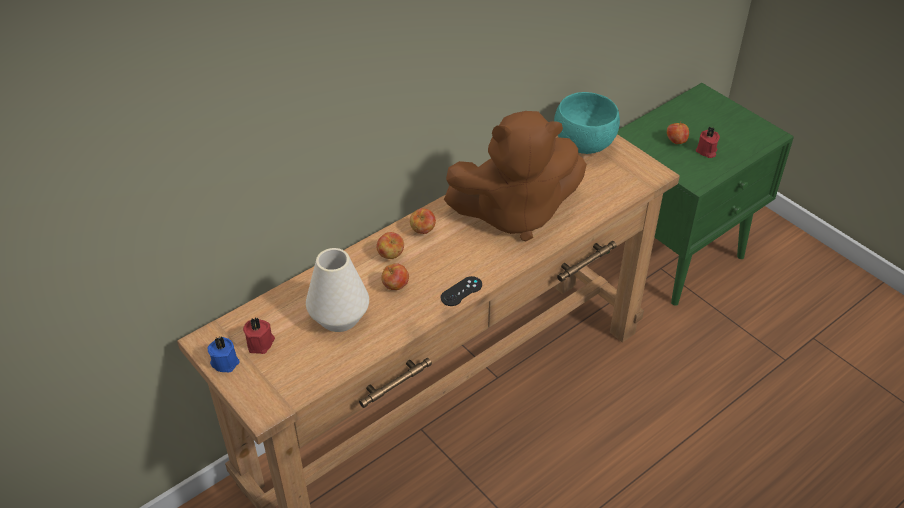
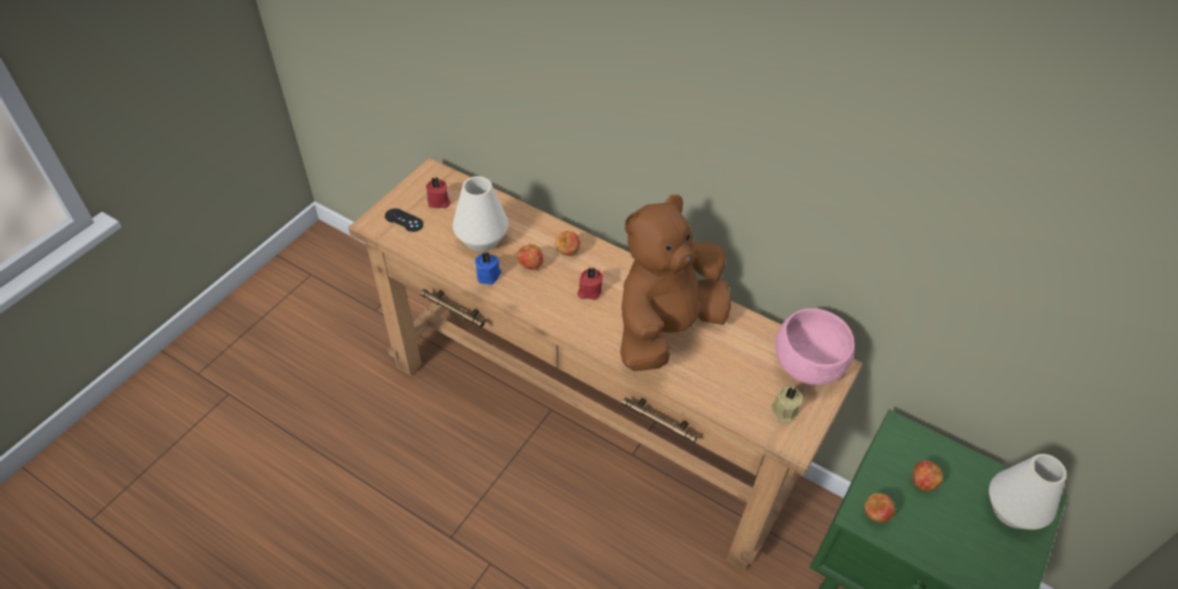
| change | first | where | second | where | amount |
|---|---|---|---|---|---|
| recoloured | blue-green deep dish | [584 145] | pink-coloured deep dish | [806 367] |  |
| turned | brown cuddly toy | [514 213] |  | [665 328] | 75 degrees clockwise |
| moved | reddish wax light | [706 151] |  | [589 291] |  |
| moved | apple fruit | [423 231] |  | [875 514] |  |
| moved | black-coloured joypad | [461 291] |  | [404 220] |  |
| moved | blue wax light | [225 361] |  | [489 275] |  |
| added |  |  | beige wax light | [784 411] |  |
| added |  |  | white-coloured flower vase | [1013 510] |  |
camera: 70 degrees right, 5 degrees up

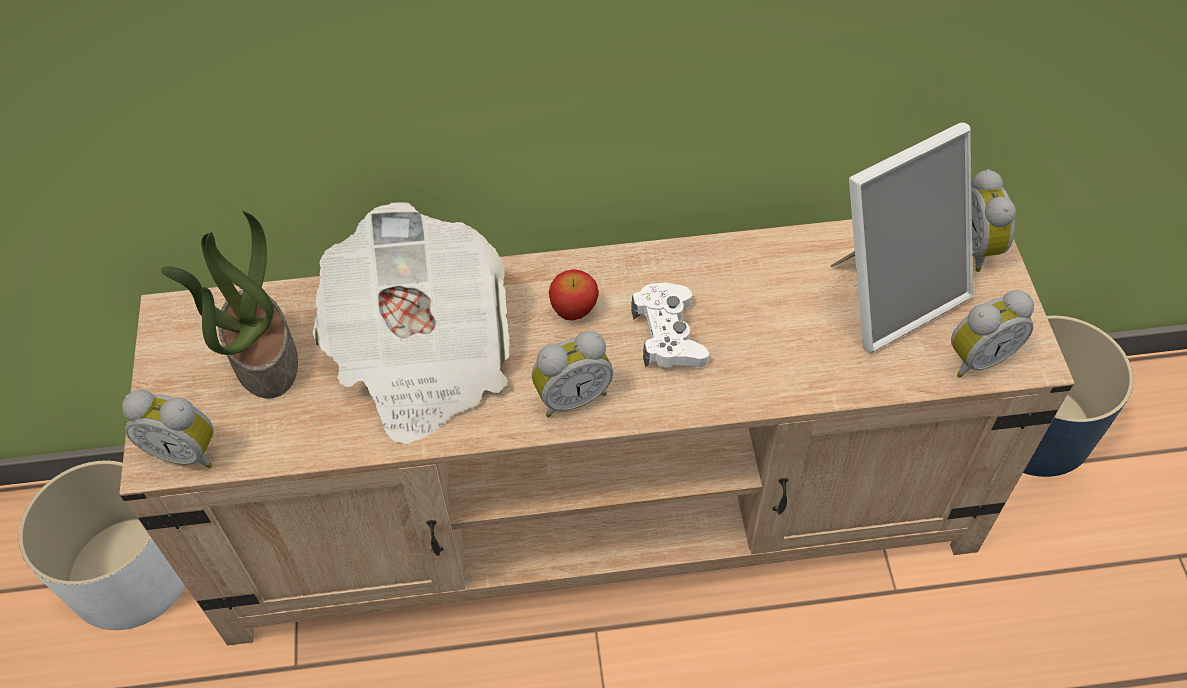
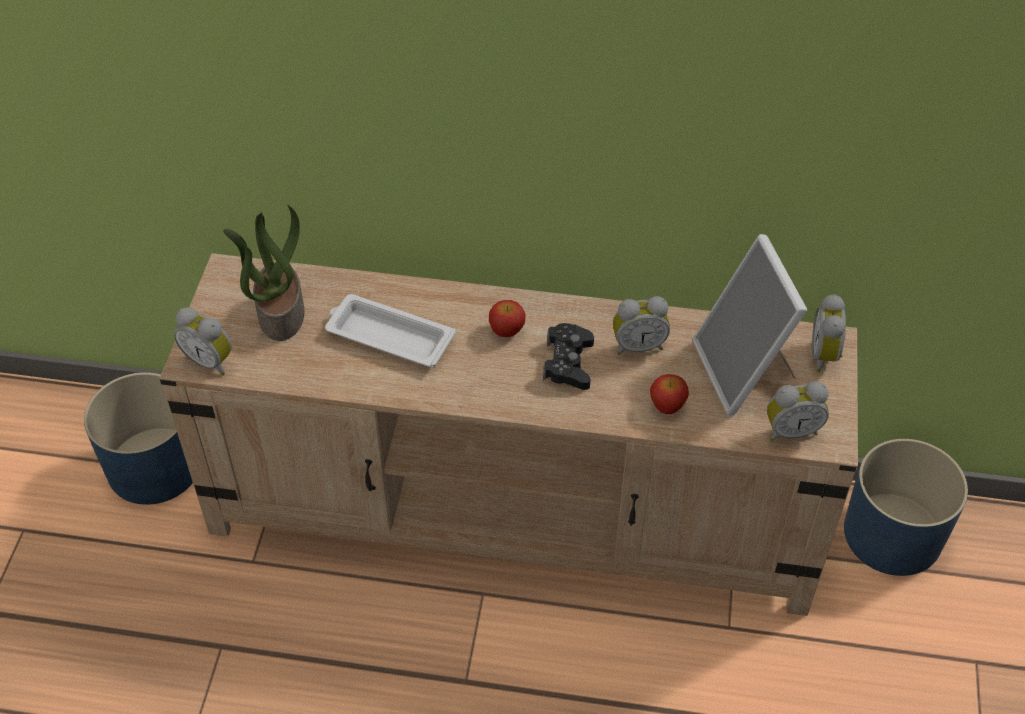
| change | first | where | second | where | amount |
|---|---|---|---|---|---|
| turned | standing frame | [890 293] |  | [744 372] | 90 degrees clockwise |
| replaced | daily paper | [420 355] | white-coloured carrying tray | [388 336] |  |
| recoloured | white-coloured joypad | [668 335] | black-coloured joypad | [568 363] |  |
| moved | table clock | [571 396] |  | [638 345] |  |
| recoloured | white-coloured flower pot | [130 571] | blue flower pot | [155 465] |  |
| added |  |  | apple fruit | [667 405] |  |
camera: 15 degrees right, 5 degrees down

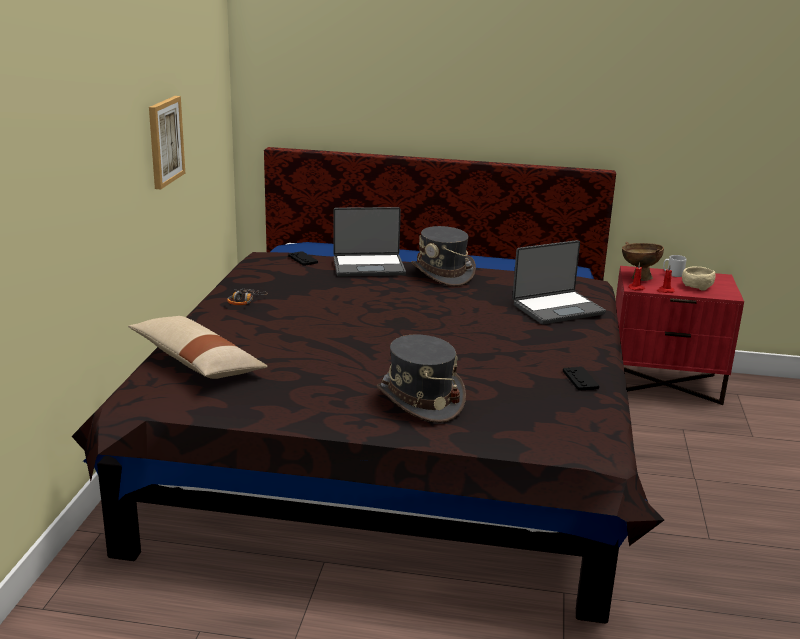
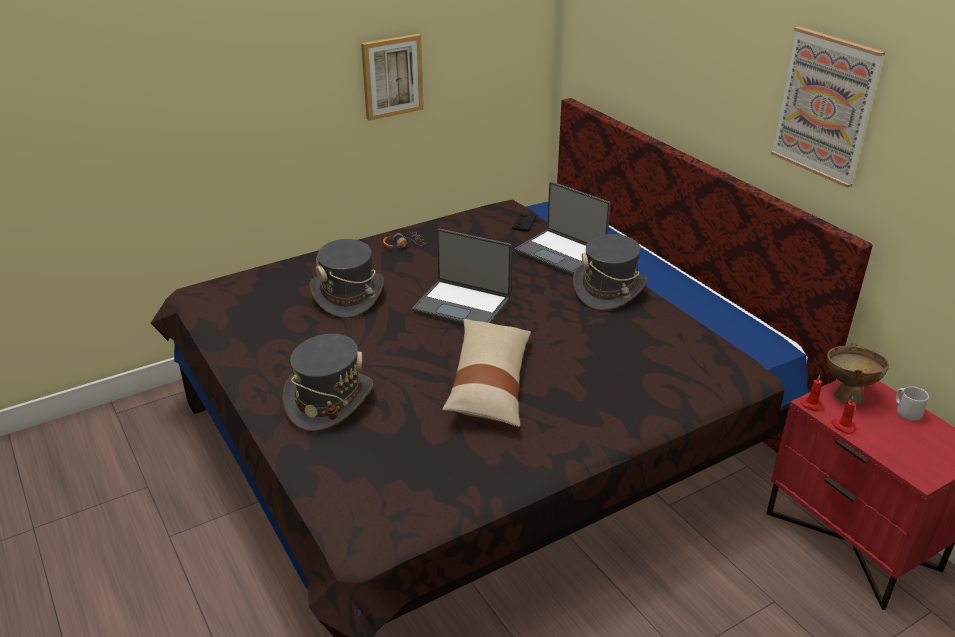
| change | first | where | second | where | amount |
|---|---|---|---|---|---|
| moved | laptop | [557 308] |  | [462 305] |  |
| removed | beige deep dish | [696 286] |  |  |  |
| moved | beige pillow | [196 362] |  | [489 384] |  |
| removed | black-coloured joypad | [580 379] |  |  |  |
| added |  |  | wall art | [825 106] |  |
| added |  |  | grey wearable hat | [348 296] |  |
camera: 50 degrees right, 10 degrees up

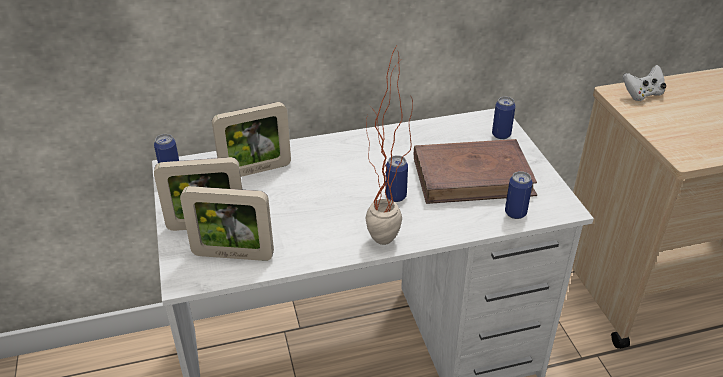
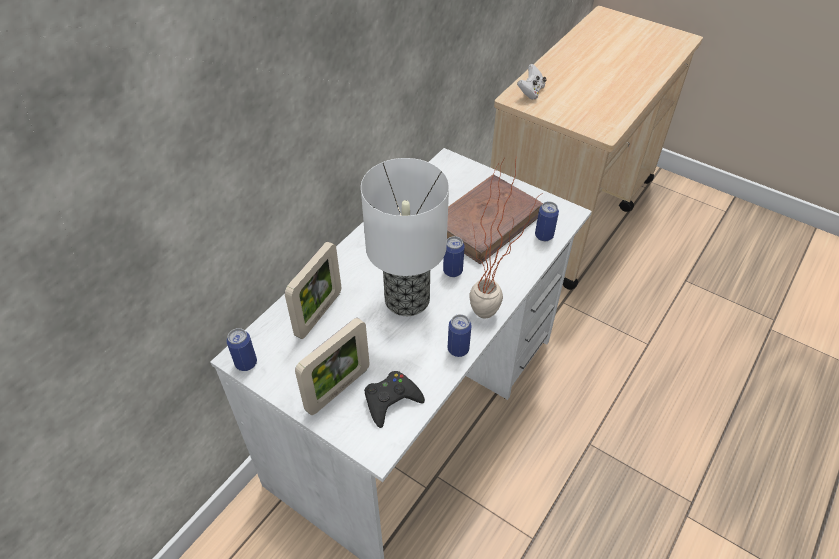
| change | first | where | second | where | amount |
|---|---|---|---|---|---|
| moved | can | [501 135] |  | [458 349] |  |
| replaced | standing frame | [233 255] | black-coloured joypad | [391 400] |  |
| added |  |  | lamp for a table | [408 300] |  |
camera: 40 degrees left, 10 degrees up

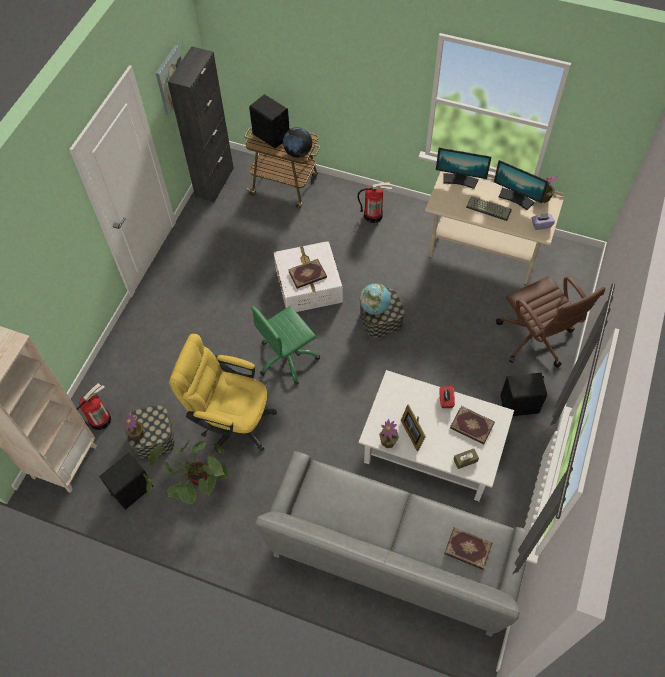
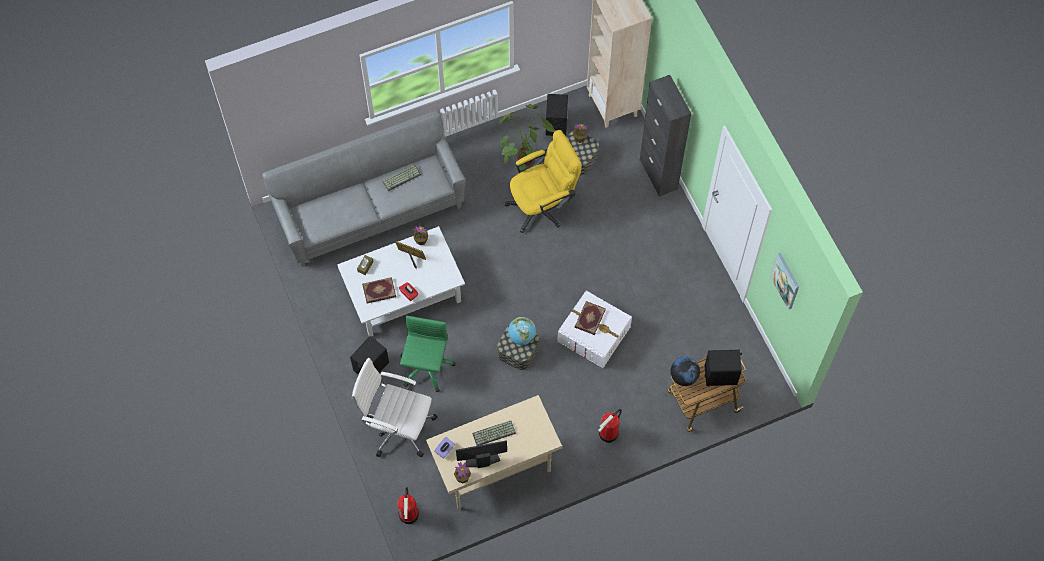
| change | first | where | second | where | amount |
|---|---|---|---|---|---|
| moved | black-coloured storage cabinet | [214 182] |  | [658 174] |  |
| removed | computer display | [460 180] |  |  |  |
| recoloured | brown computer chair | [535 339] | white-coloured computer chair | [398 426] |  |
| moved | green-coloured computer chair | [287 358] |  | [426 367] |  |
| moved | fire-fighting cylinder | [100 419] |  | [409 514] |  |
| removed | volume | [468 547] |  |  |  |
| added |  |  | keyboard | [401 177] |  |
camera: 135 degrees right, 5 degrees up

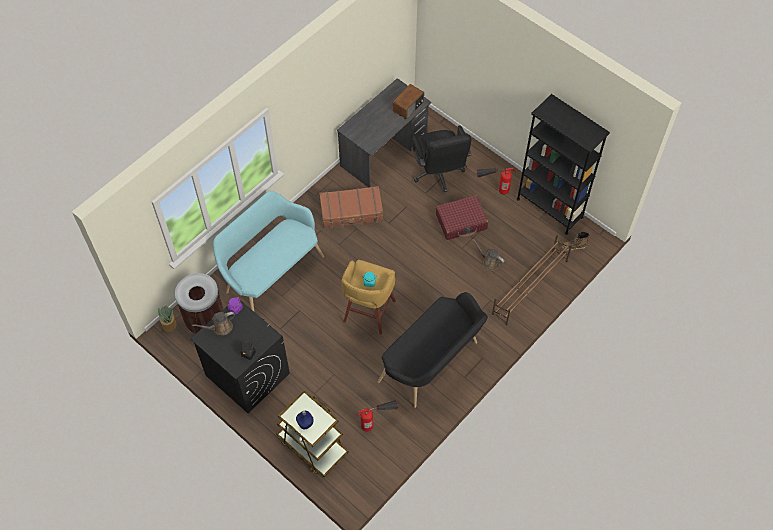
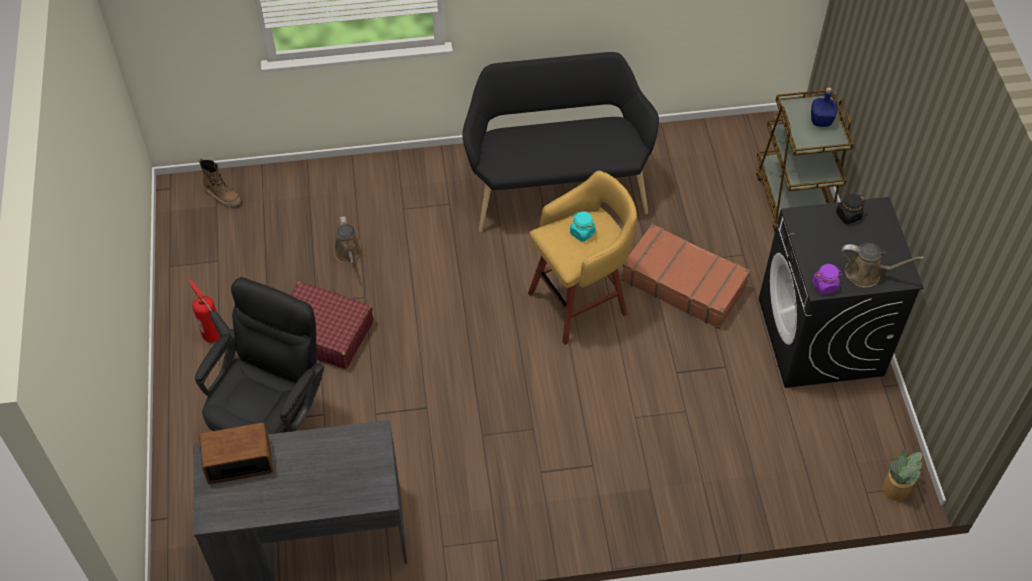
| change | first | where | second | where | amount |
|---|---|---|---|---|---|
| removed | black-coloured shelving unit | [549 208] |  |  |  |
| moved | brown suitcase | [351 211] |  | [683 283] |  |
| removed | blue-green long seat | [271 273] |  |  |  |
| removed | brown shoe rack | [529 287] |  |  |  |
| removed | brown trash can | [205 320] |  |  |  |
| removed | fire-fighting cylinder | [377 421] |  |  |  |
camera: 140 degrees left, 5 degrees down

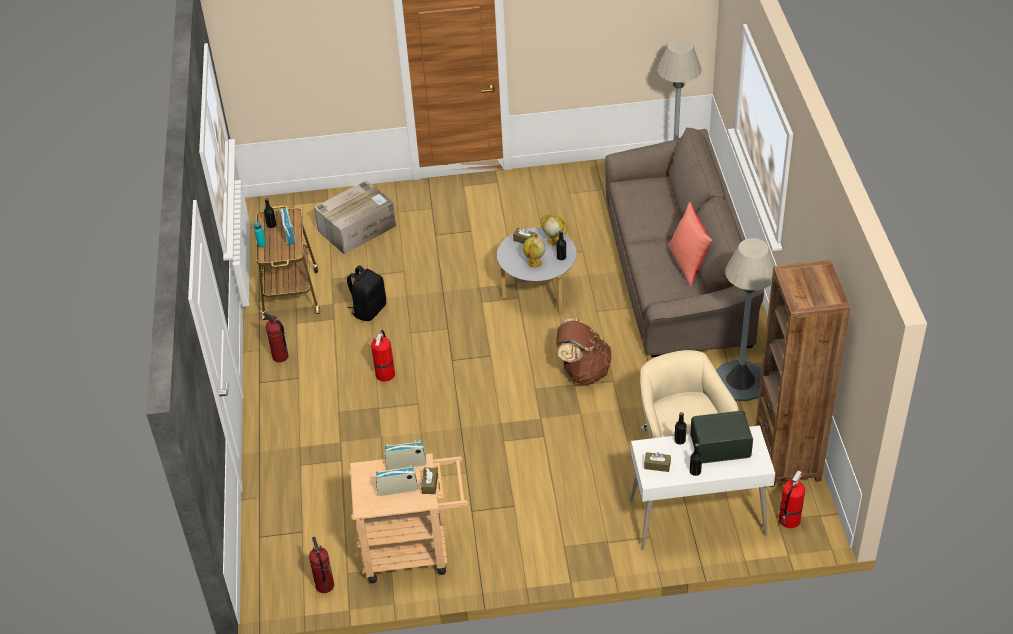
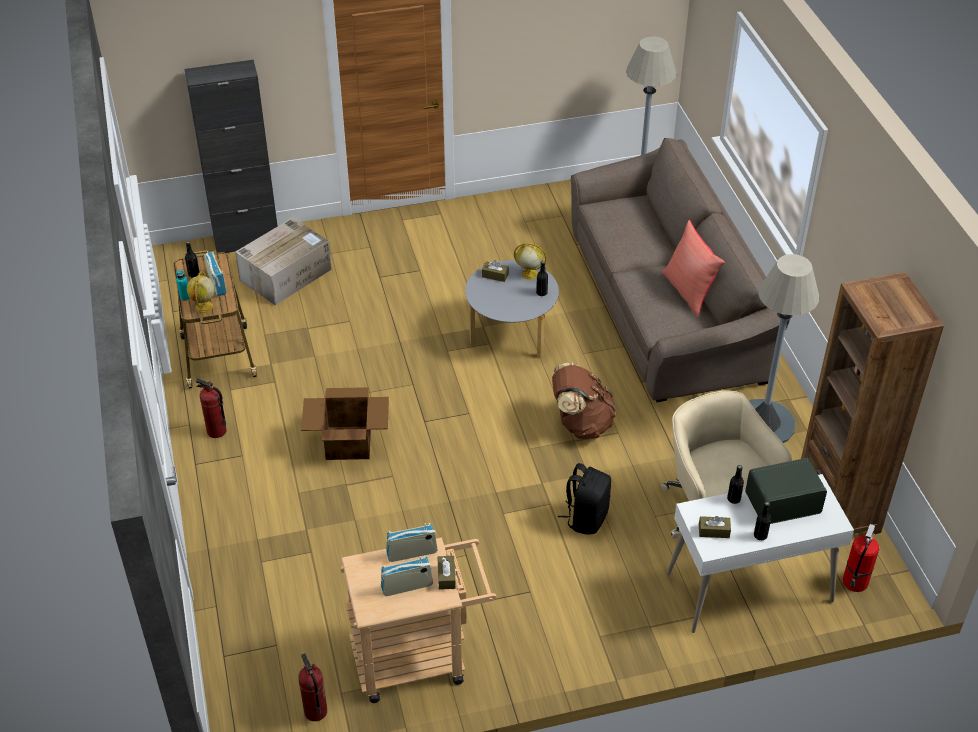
| change | first | where | second | where | amount |
|---|---|---|---|---|---|
| moved | world globe | [534 263] |  | [204 307] |  |
| moved | black-coloured rucksack | [368 310] |  | [586 518] |  |
| replaced | fire-fighting cylinder | [385 373] | cardboard box | [347 442] |  |
| added |  |  | black-coloured storage cabinet | [246 241] |  |
camera: 10 degrees left, 0 degrees up

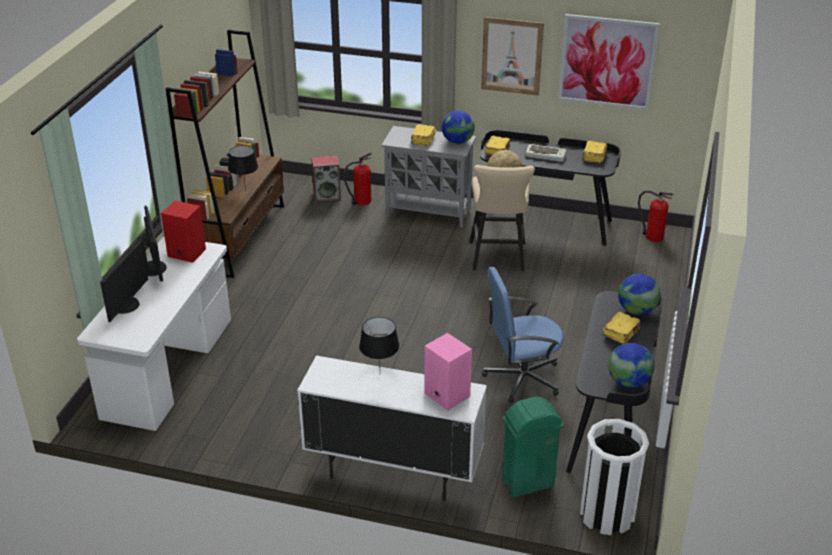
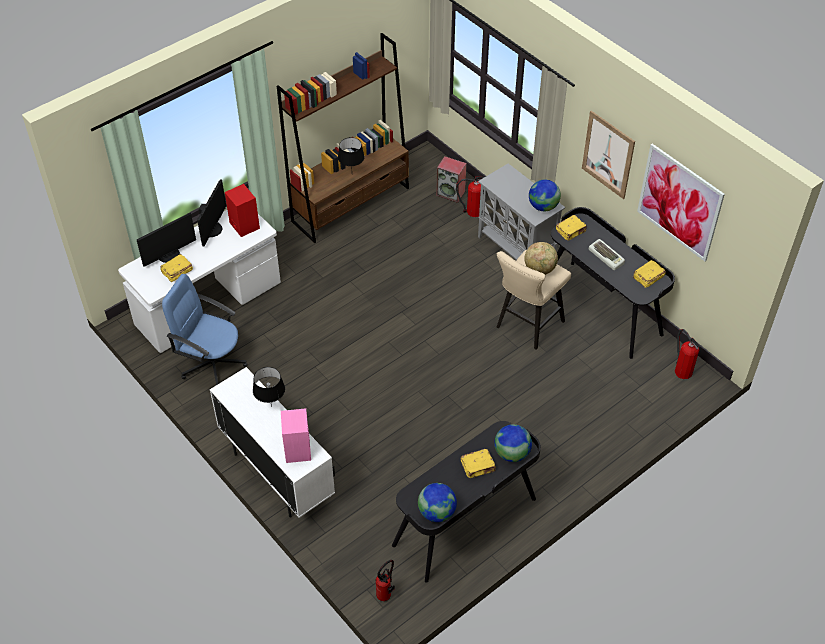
| change | first | where | second | where | amount |
|---|---|---|---|---|---|
| moved | yellow-coloured volume | [423 140] |  | [176 272] |  |
| moved | blue computer chair | [521 378] |  | [212 363] |  |
| removed | green-coloured trash can | [527 483] |  |  |  |
| replaced | white-coloured trash can | [607 514] | fire-fighting cylinder | [386 595] |  |
camera: 35 degrees right, 15 degrees up

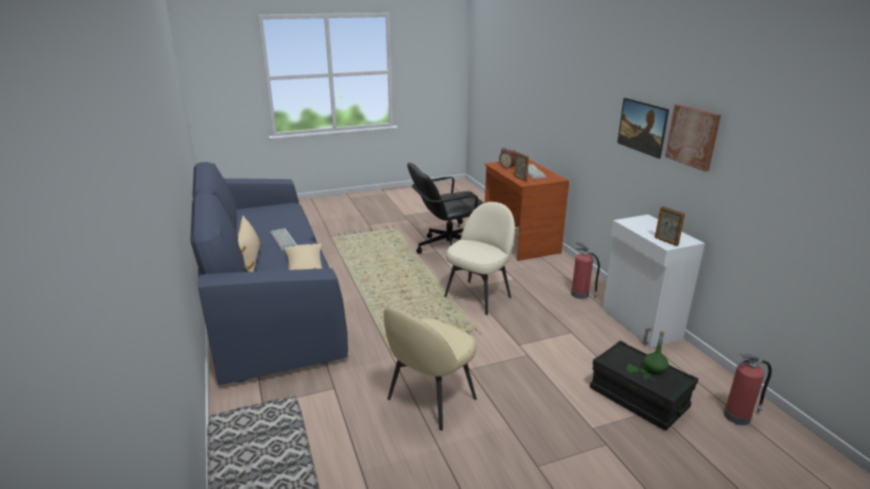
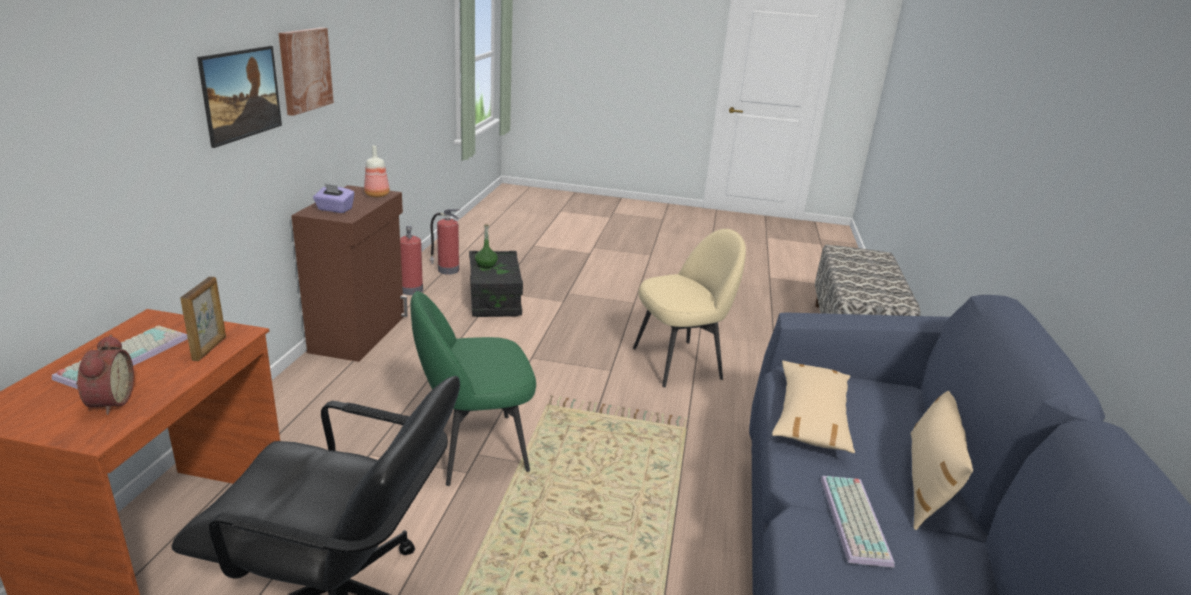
| change | first | where | second | where | amount |
|---|---|---|---|---|---|
| recoloured | beige plain chair | [478 296] | green-coloured plain chair | [475 448] |  |
| replaced | standing frame | [666 241] | beverage bottle | [376 195] |  |
| recoloured | white-coloured storage cabinet | [640 324] | brown storage cabinet | [360 333] |  |
| moved | fire-fighting cylinder | [580 294] |  | [411 289] |  |
| added |  |  | purple box of tissues | [334 209] |  |
camera: 150 degrees left, 0 degrees up

